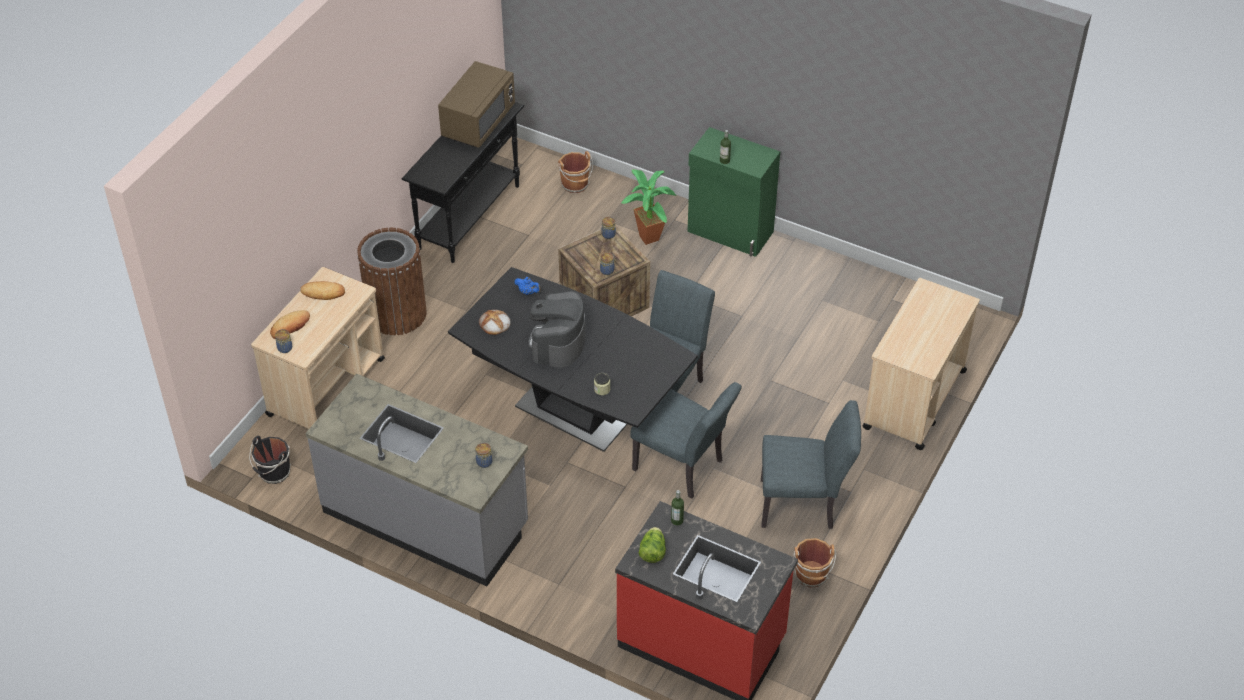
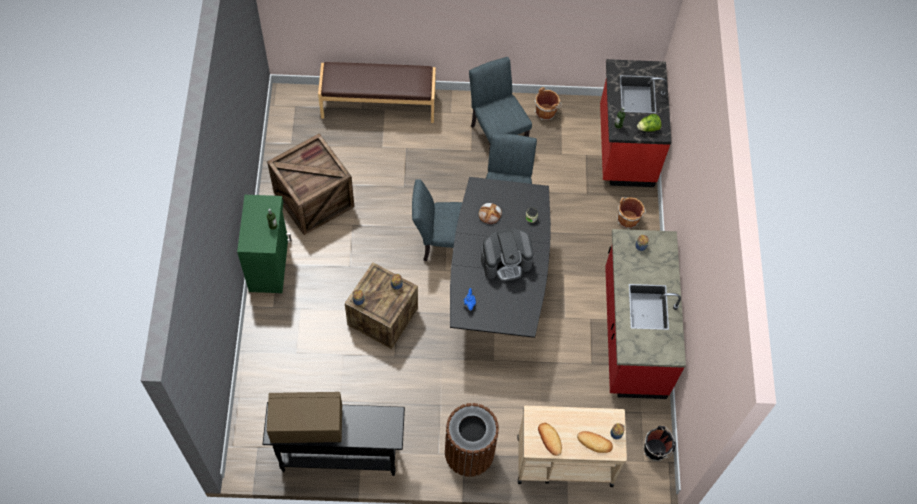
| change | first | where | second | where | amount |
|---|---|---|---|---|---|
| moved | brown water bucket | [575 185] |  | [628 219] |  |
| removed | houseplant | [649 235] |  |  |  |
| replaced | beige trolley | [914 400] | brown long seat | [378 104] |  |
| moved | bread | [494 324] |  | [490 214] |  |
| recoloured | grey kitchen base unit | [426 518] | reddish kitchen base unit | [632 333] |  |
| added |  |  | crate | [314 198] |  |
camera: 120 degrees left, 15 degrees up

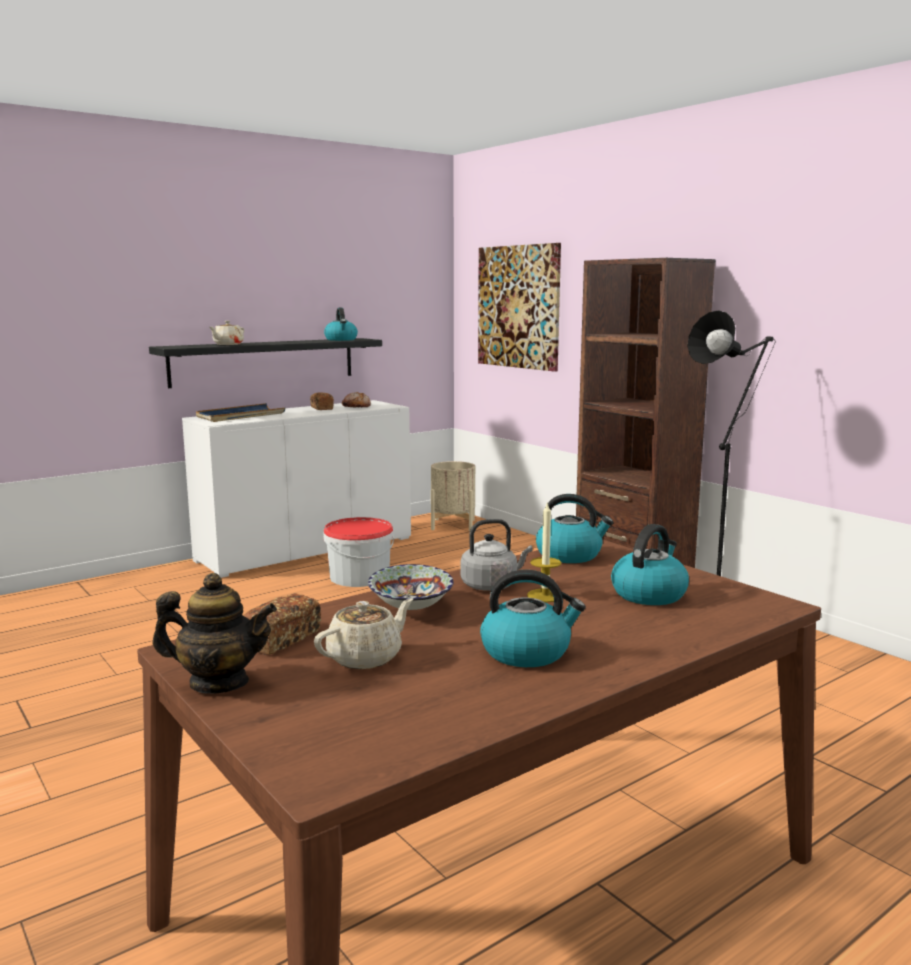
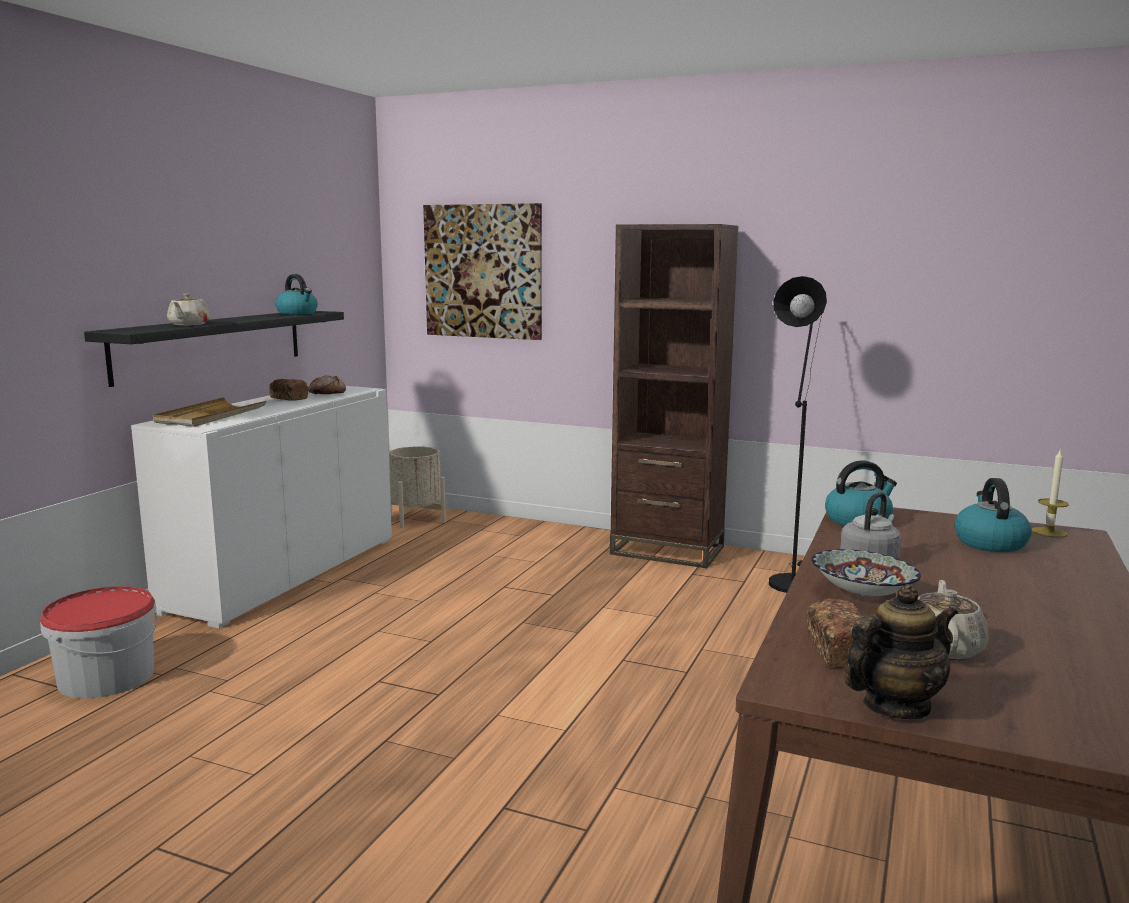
| change | first | where | second | where | amount |
|---|---|---|---|---|---|
| recoloured | blue carrying tray | [240 416] | beige carrying tray | [210 416] |  |
| moved | wax light | [545 595] |  | [1049 532] |  |
| moved | water bucket | [359 576] |  | [106 677] |  |
| removed | tea kettle | [527 652] |  |  |  |
camera: 30 degrees left, 0 degrees up

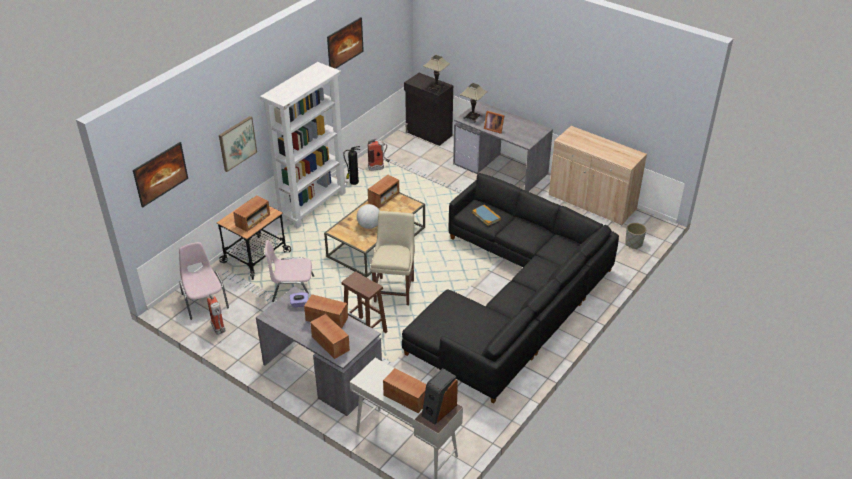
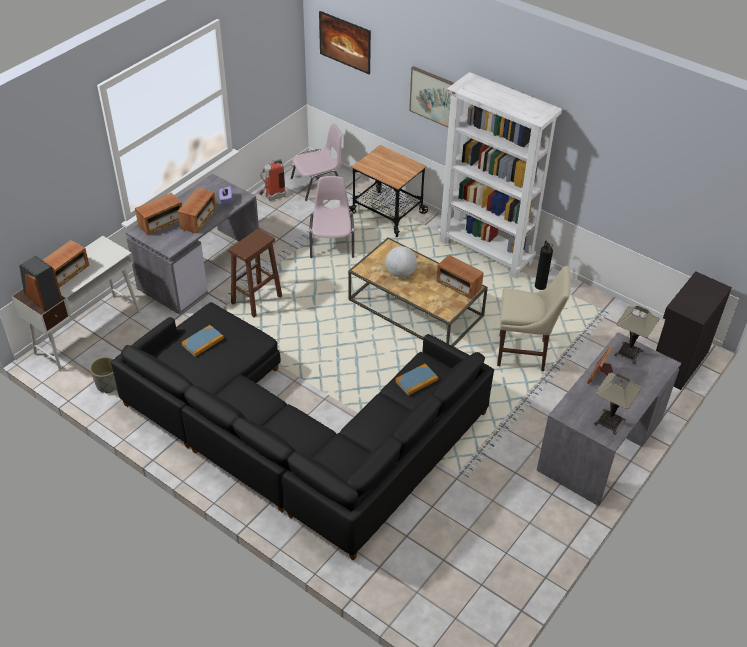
| change | first | where | second | where | amount |
|---|---|---|---|---|---|
| removed | wall art | [345 52] |  |  |  |
| moved | lamp for a table | [436 88] |  | [609 422] |  |
| removed | beige storage cabinet | [592 203] |  |  |  |
| removed | fire-fighting cylinder | [379 168] |  |  |  |
| removed | radio set | [253 221] |  |  |  |
| moved | beige plain chair | [395 289] |  | [524 353] |  |
| moved | grey flower pot | [633 243] |  | [108 384] |  |
| added |  |  | volume | [203 342] |  |
camera: 90 degrees right, 5 degrees up

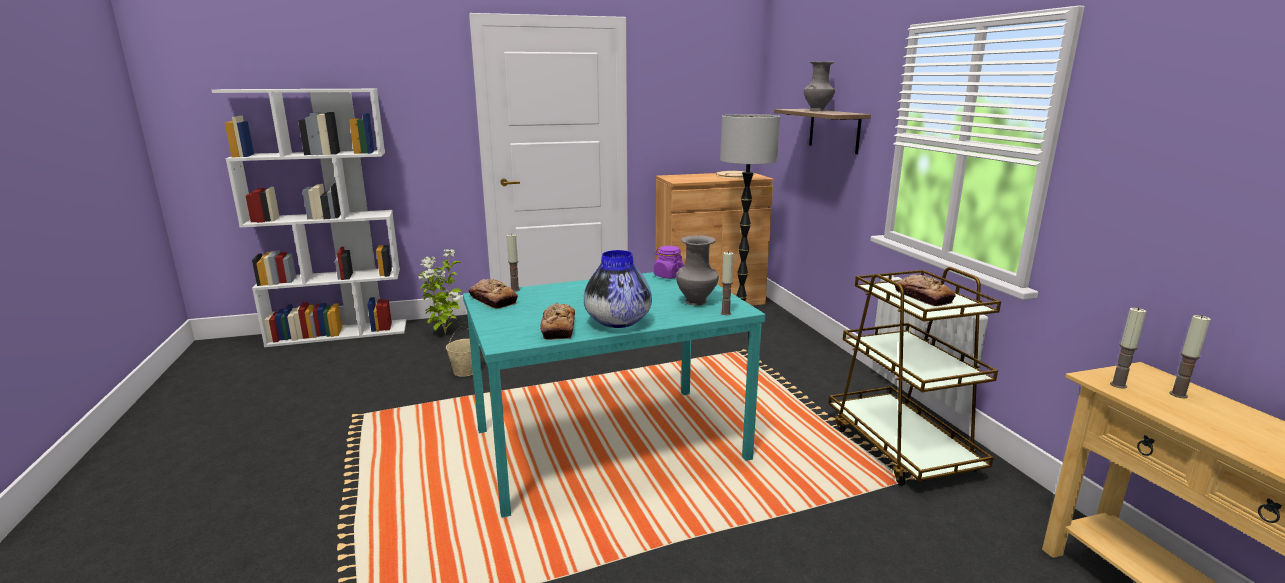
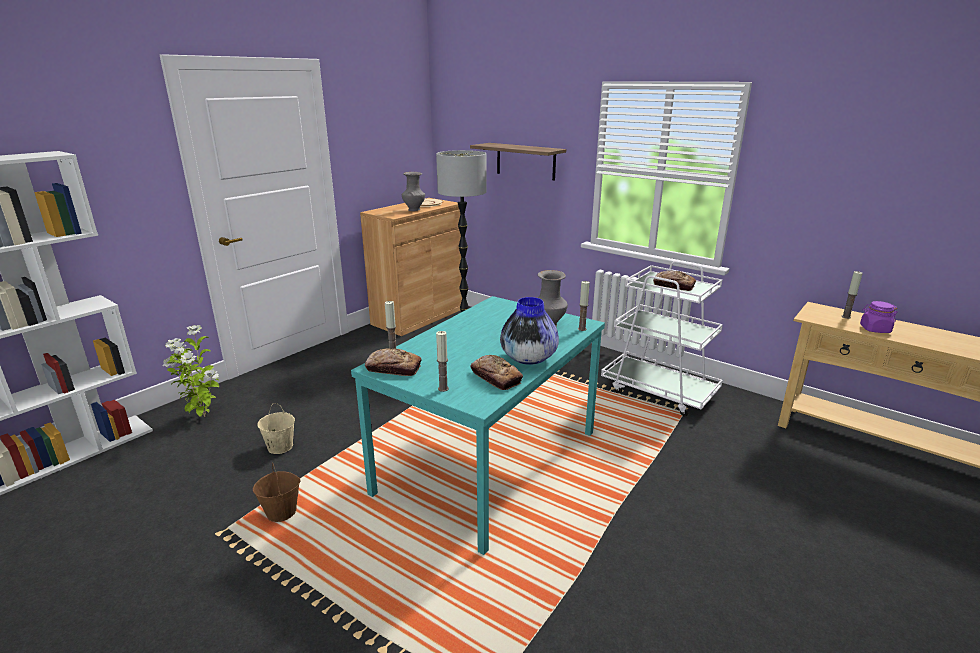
| change | first | where | second | where | amount |
|---|---|---|---|---|---|
| moved | grey flower vase | [817 110] |  | [414 209] |  |
| moved | purple storage jar | [668 276] |  | [874 329] |  |
| recoloured | brown trolley | [901 447] | white-coloured trolley | [659 391] |  |
| moved | wax light | [1118 385] |  | [443 388] |  |
| added |  |  | brown water bucket | [282 512] |  |
camera: 35 degrees left, 5 degrees up

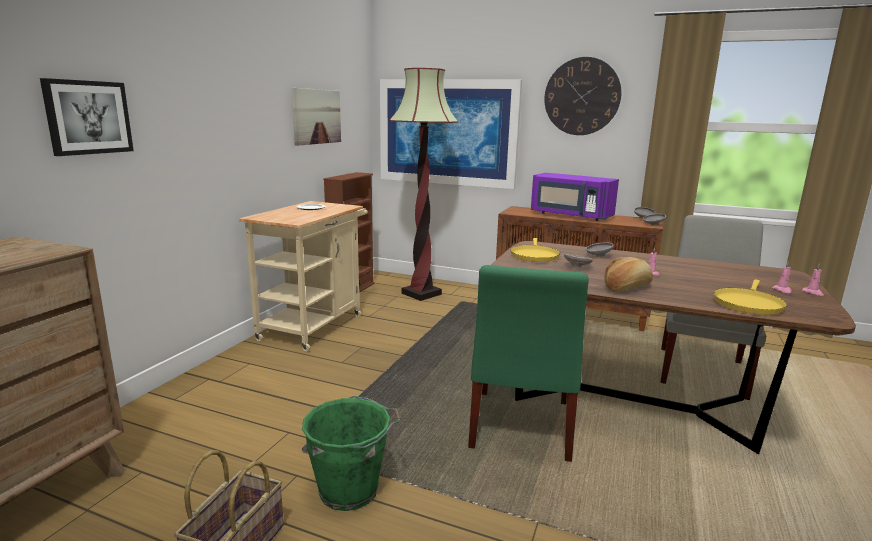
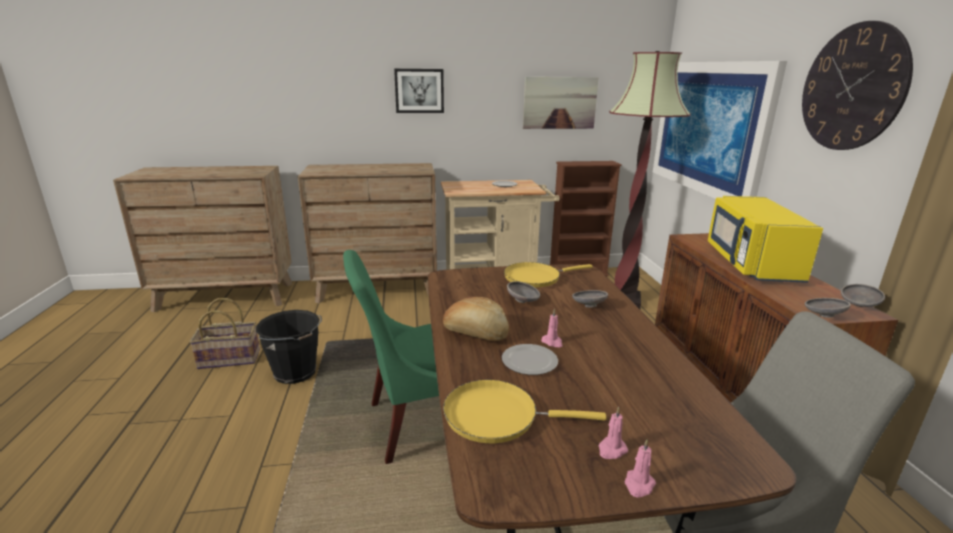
| change | first | where | second | where | amount |
|---|---|---|---|---|---|
| moved | wall art | [88 117] |  | [419 91] |  |
| recoloured | purple kitchen microwave | [570 215] | yellow-coloured kitchen microwave | [750 263] |  |
| recoloured | green-coloured water bucket | [351 490] | black-coloured water bucket | [296 373] |  |
| added |  |  | brown drawer chest | [377 289] |  |
| added |  |  | plate | [529 361] |  |
camera: 60 degrees right, 5 degrees up

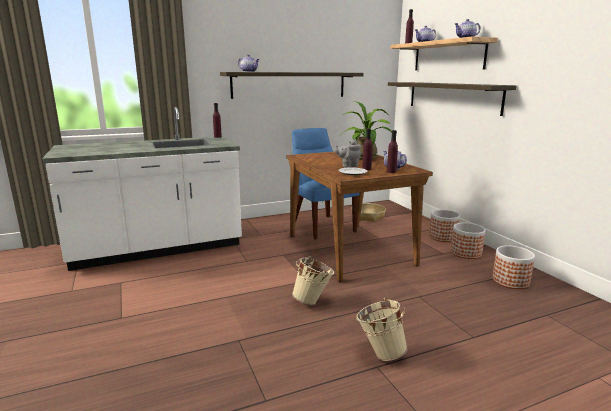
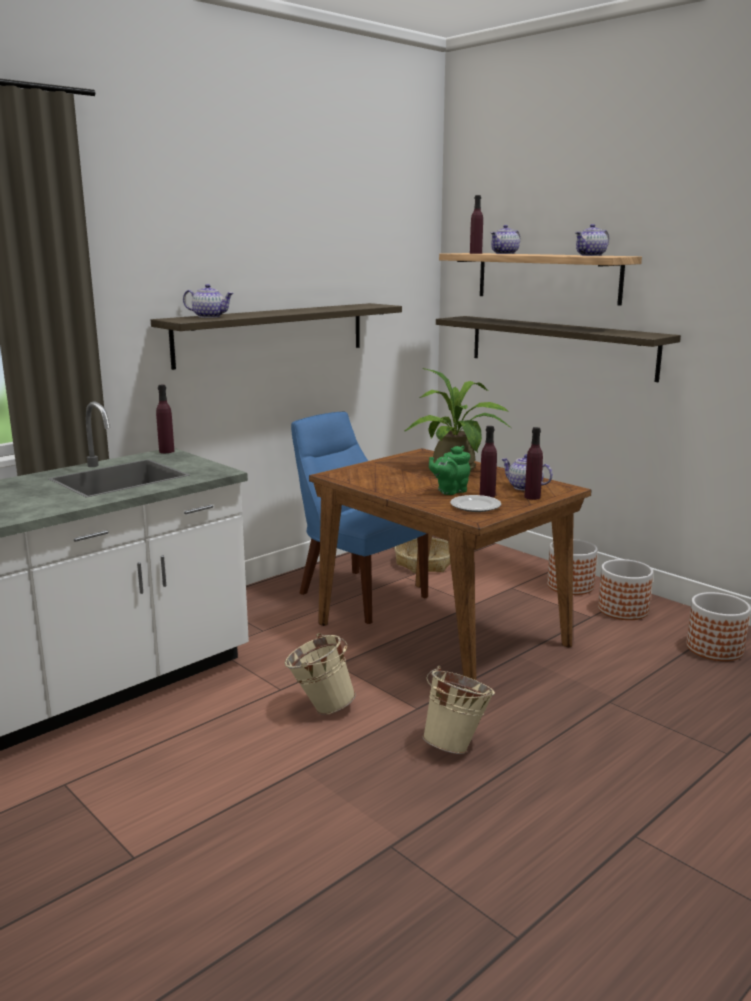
| change | first | where | second | where | amount |
|---|---|---|---|---|---|
| recoloured | grey tea pot | [348 166] | green-coloured tea pot | [450 491] |  |
| moved | beige water bucket | [379 352] |  | [320 707] |  |
camera: 20 degrees left, 0 degrees up

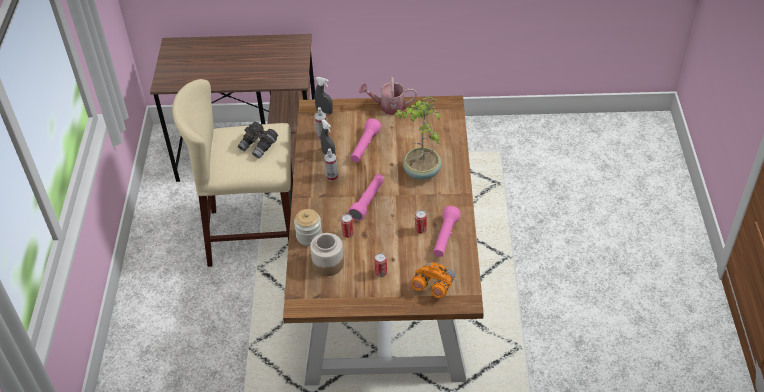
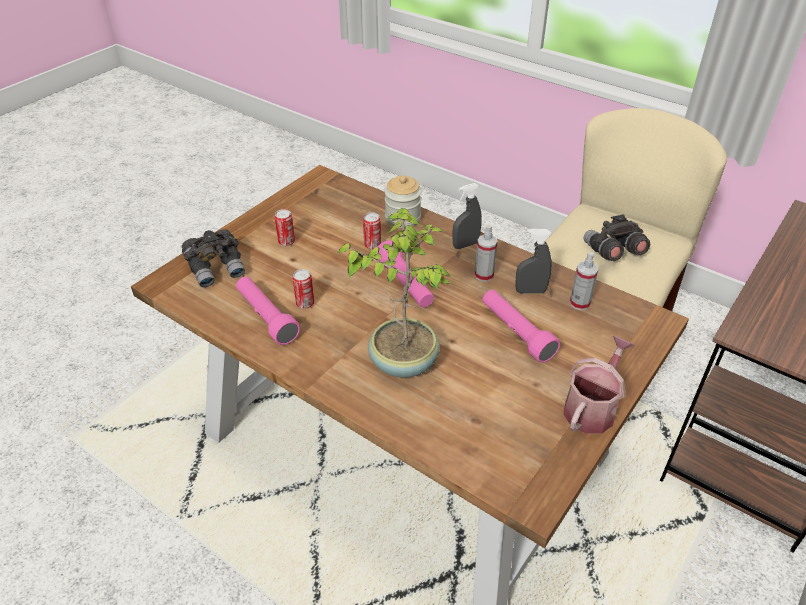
| change | first | where | second | where | amount |
|---|---|---|---|---|---|
| moved | grey hand sprayer | [324 111] |  | [465 245] |  |
| removed | storage jar | [328 264] |  |  |  |
| recoloured | orange-coloured field glasses | [432 286] | grey field glasses | [217 268] |  |
camera: 125 degrees right, 5 degrees down

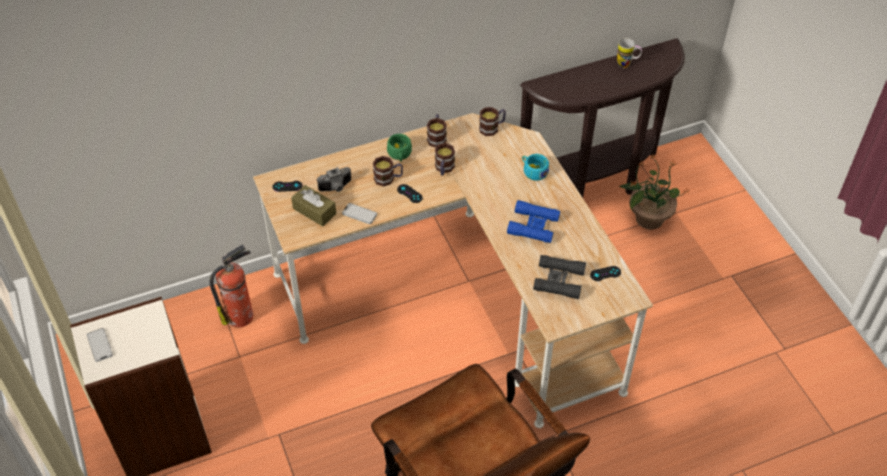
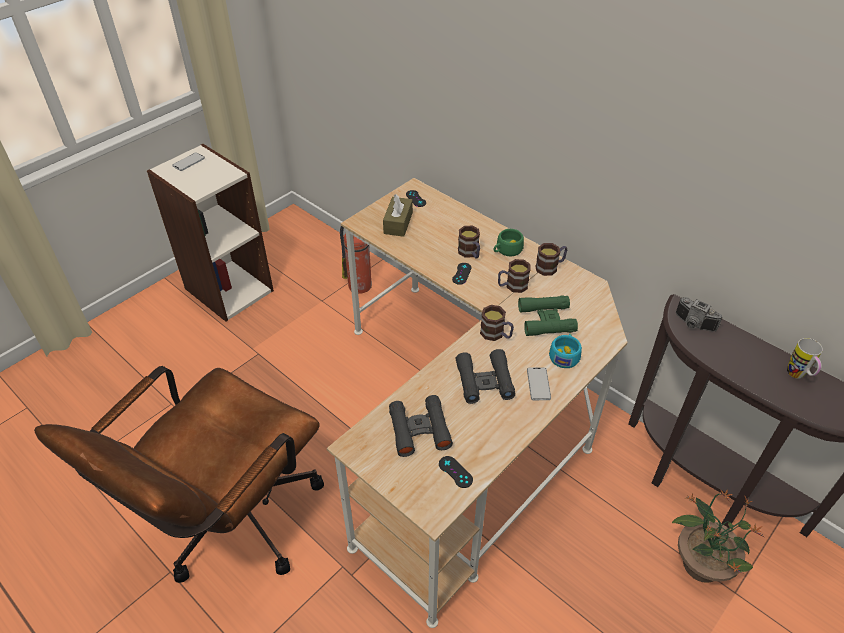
| change | first | where | second | where | amount |
|---|---|---|---|---|---|
| moved | mug | [492 128] |  | [496 334] |  |
| moved | photo camera | [336 188] |  | [693 325] |  |
| recoloured | blue field glasses | [533 226] | black-coloured field glasses | [484 381] |  |
| moved | telephone | [359 214] |  | [538 384] |  |
| added |  |  | green-coloured field glasses | [546 320] |  |
camera: 65 degrees right, 5 degrees down

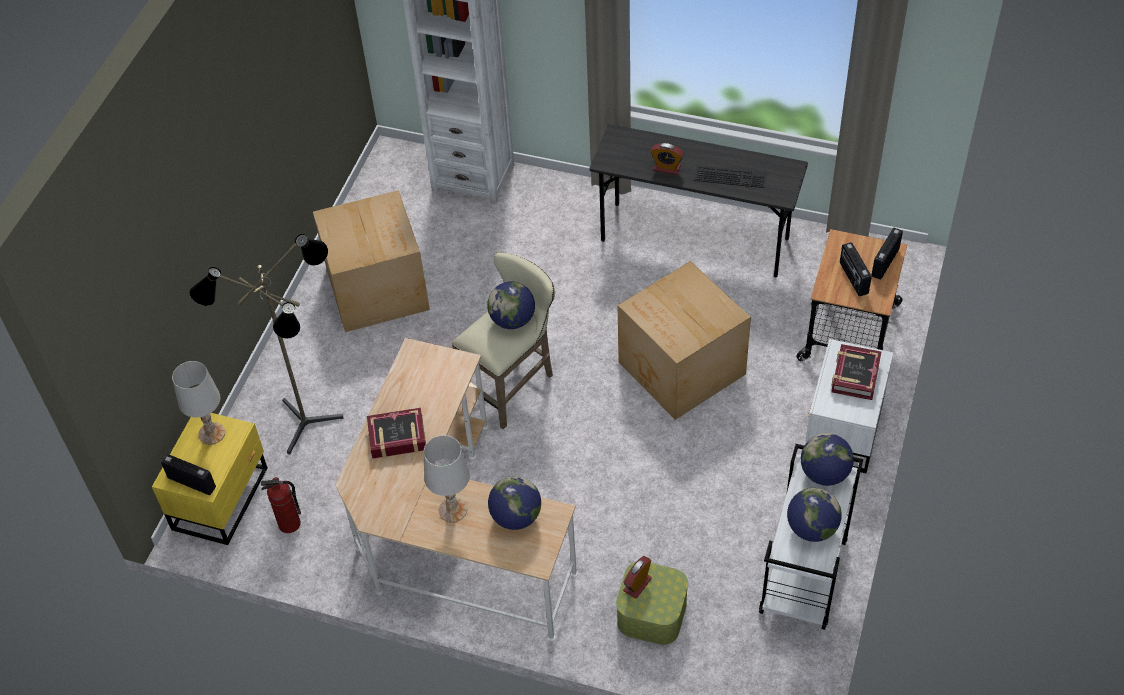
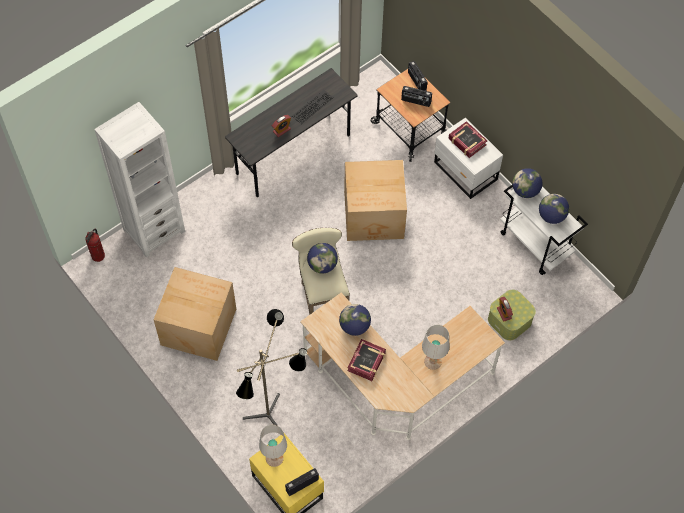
| change | first | where | second | where | amount |
|---|---|---|---|---|---|
| moved | world globe | [516 517] |  | [354 326] |  |
| moved | fire-fighting cylinder | [289 524] |  | [98 256] |  |
camera: 60 degrees left, 10 degrees up

